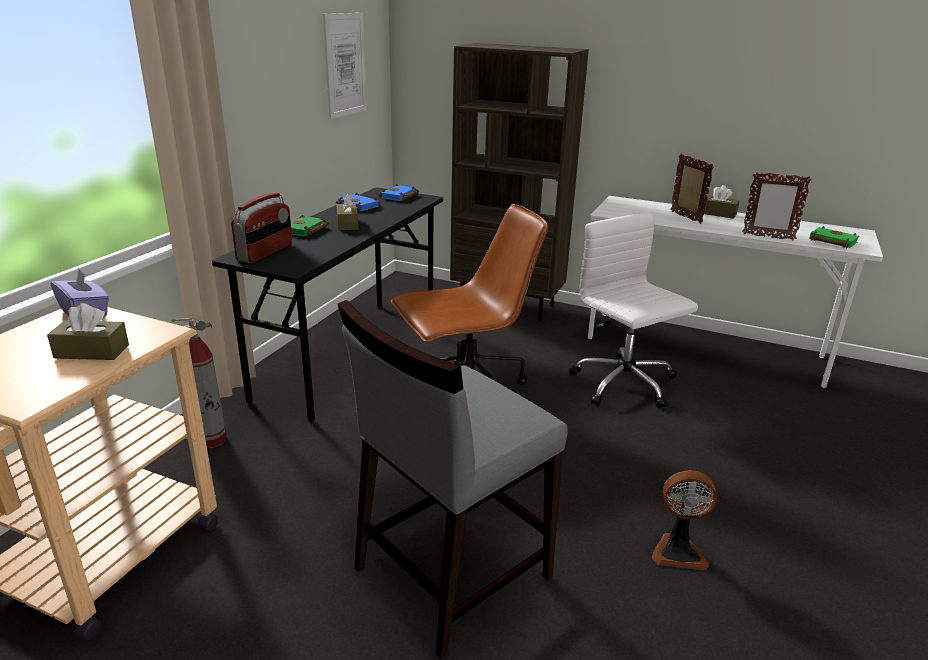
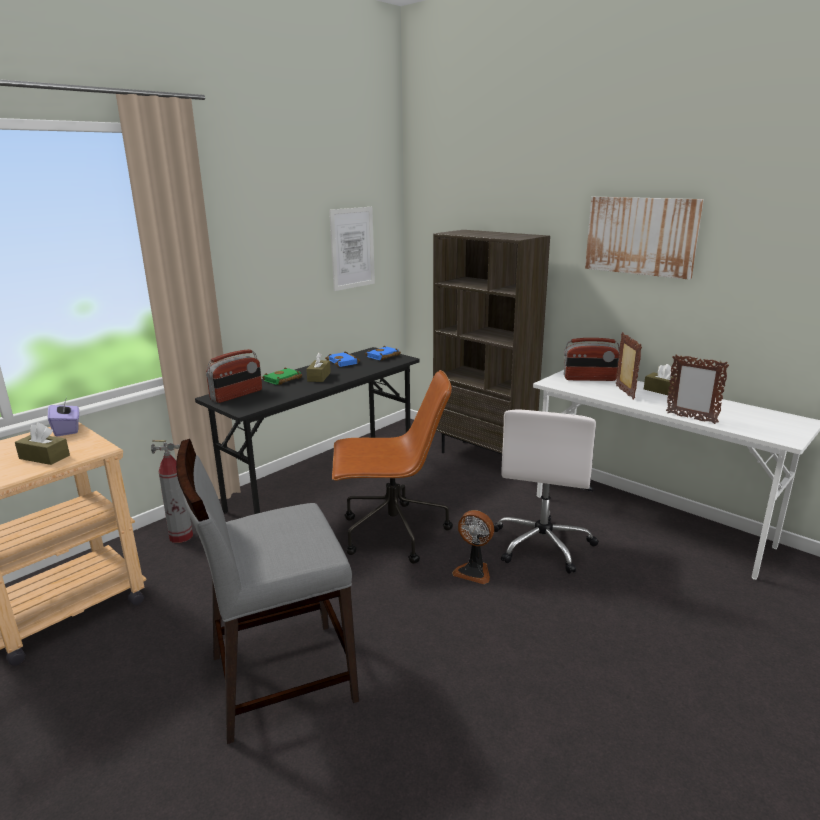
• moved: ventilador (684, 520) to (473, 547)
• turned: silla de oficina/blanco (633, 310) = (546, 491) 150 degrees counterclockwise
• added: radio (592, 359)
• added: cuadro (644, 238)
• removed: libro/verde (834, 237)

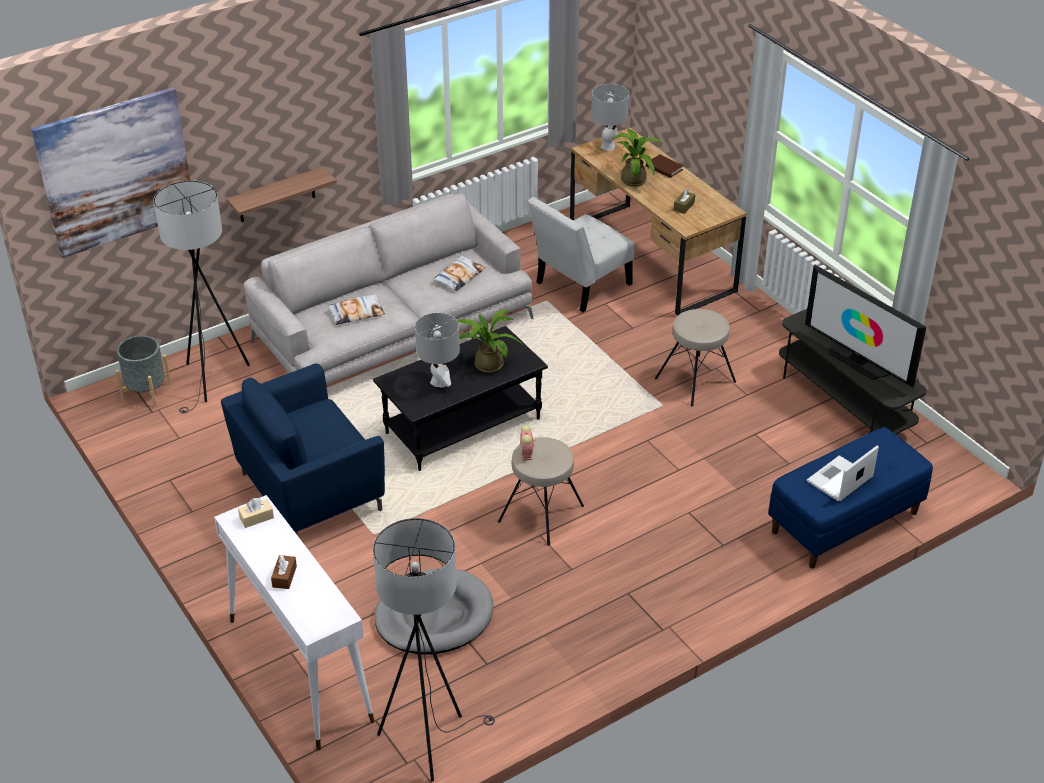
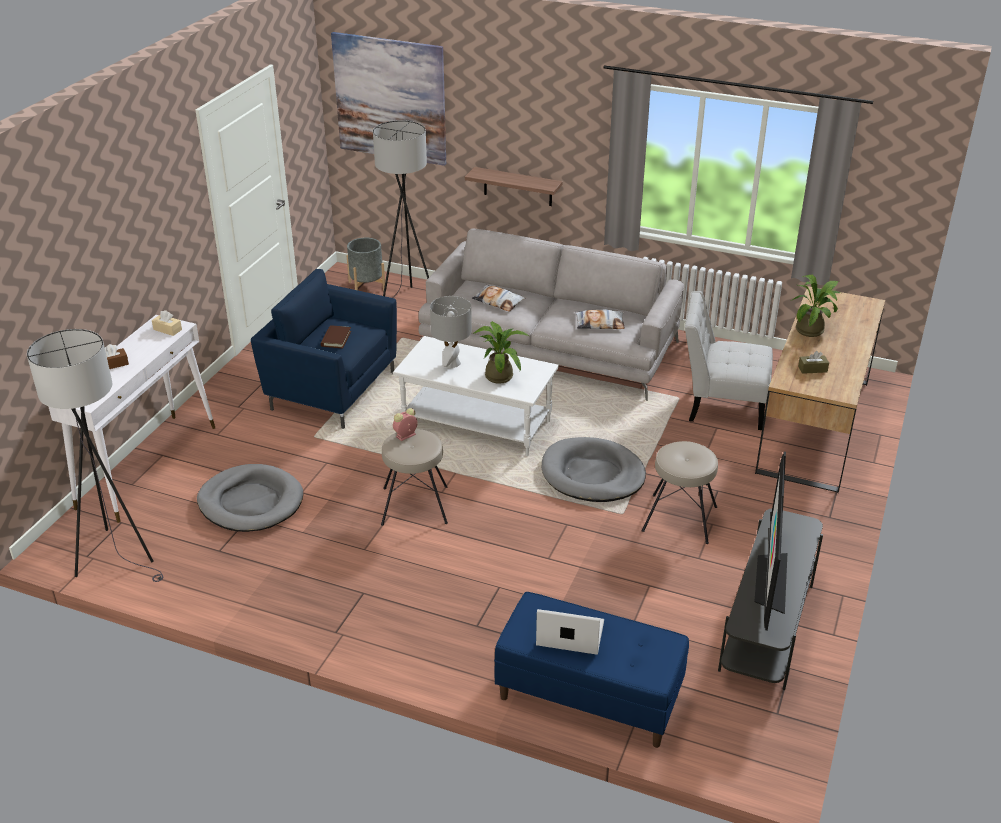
• moved: libro/marrón (664, 166) to (336, 336)
• recoloured: mesa de centro/negro (460, 398) to mesa de centro/blanco (476, 396)
• added: cama para perro/gris (594, 469)
• removed: lámpara de mesa/gris (610, 117)

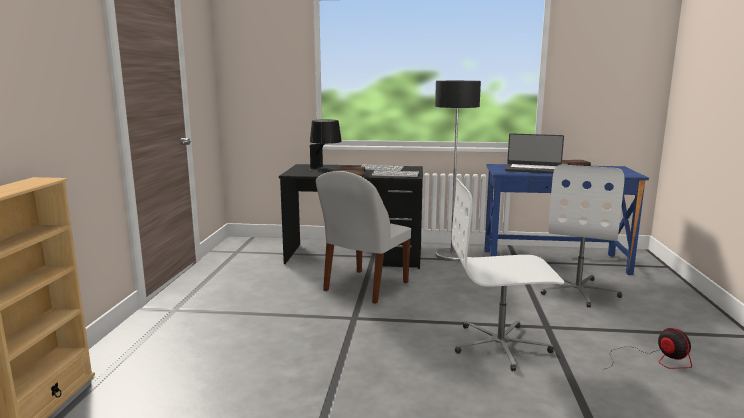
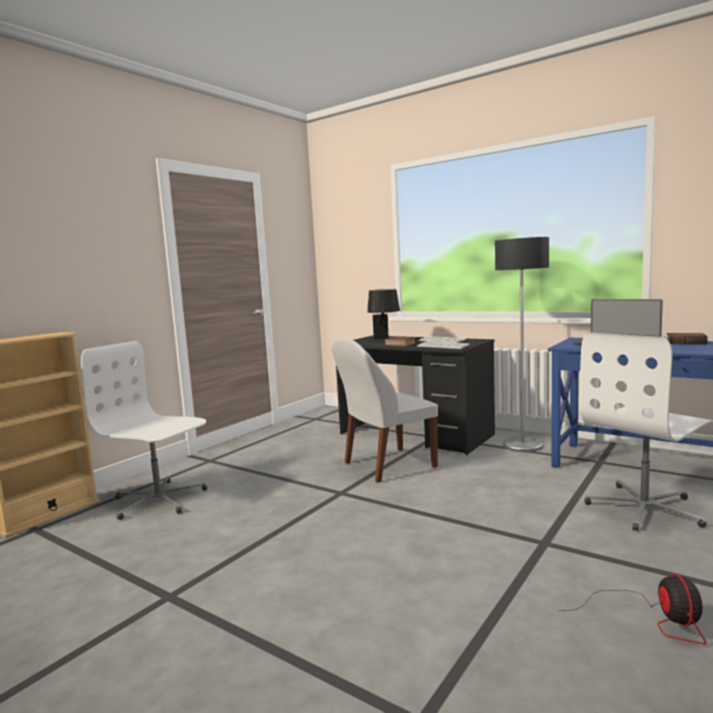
• moved: silla de oficina/blanco (508, 274) to (144, 430)

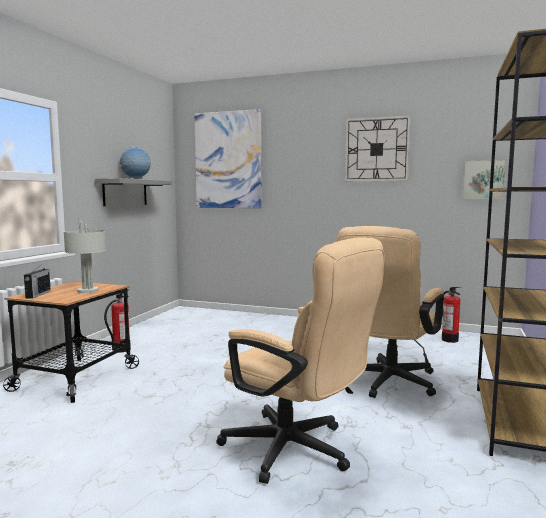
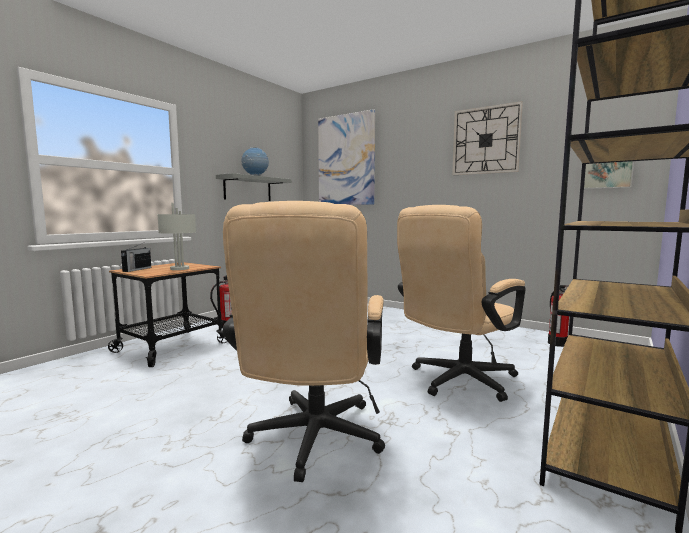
• turned: silla de oficina/beis (300, 360) = (304, 341) 45 degrees clockwise

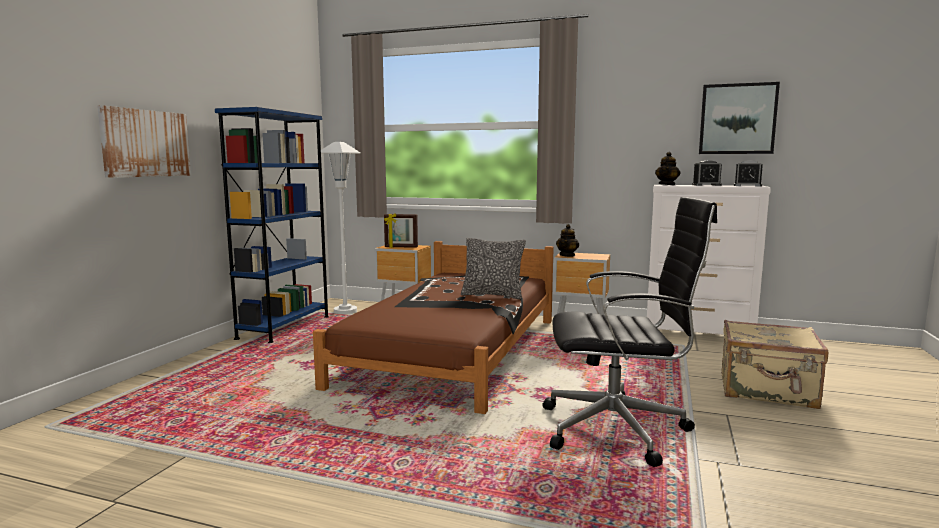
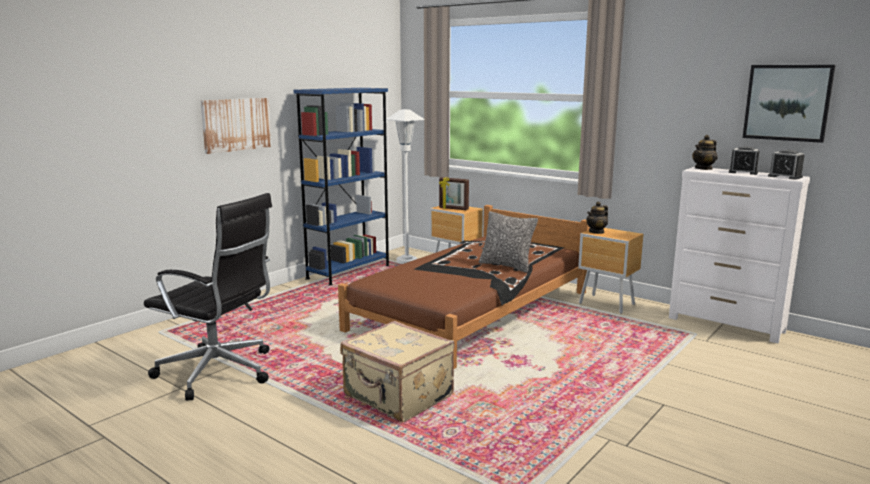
• moved: silla de oficina/negro (629, 332) to (208, 297)
• moved: maleta/beis (774, 364) to (397, 371)

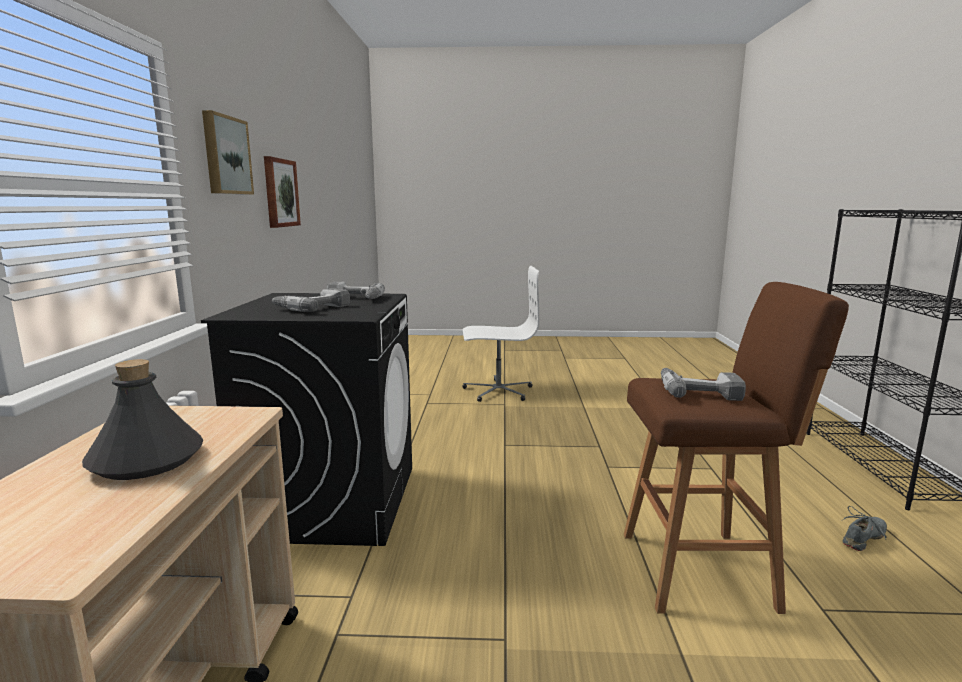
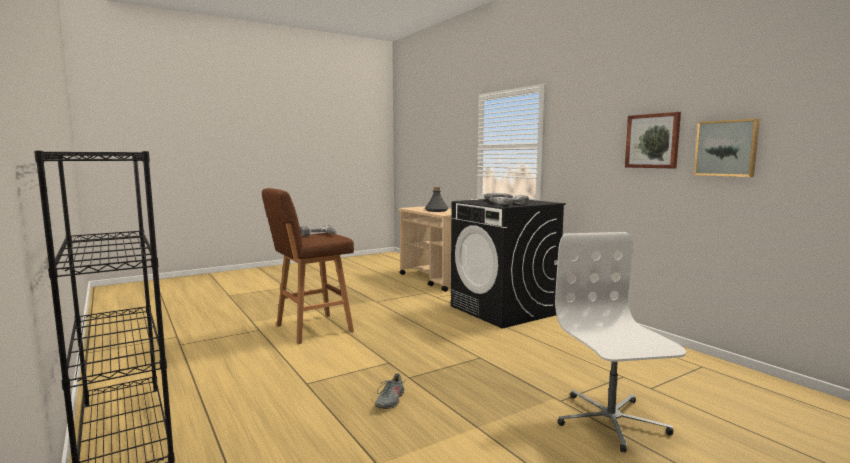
• moved: zapato/gris (864, 528) to (391, 391)
• turned: silla de oficina/blanco (500, 334) = (620, 342) 120 degrees clockwise
• moved: cuadro (228, 152) to (727, 148)

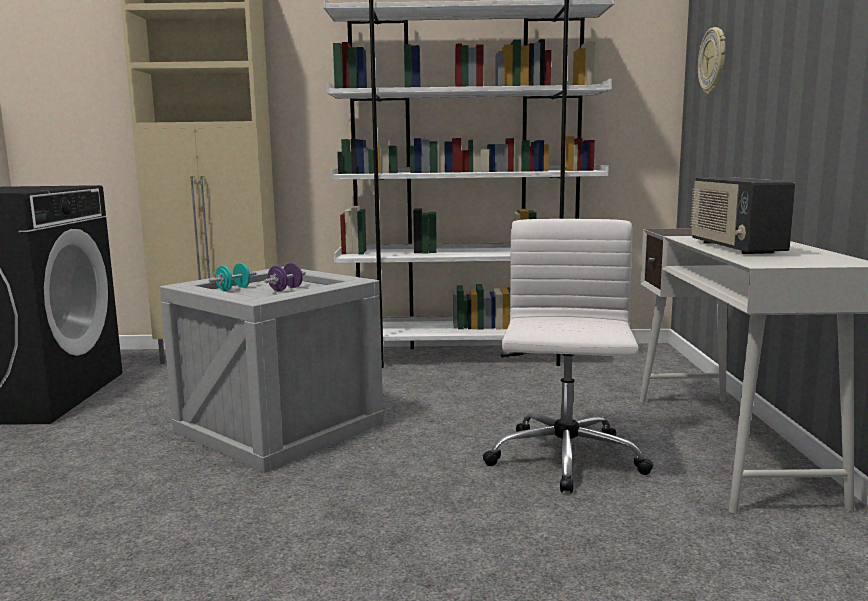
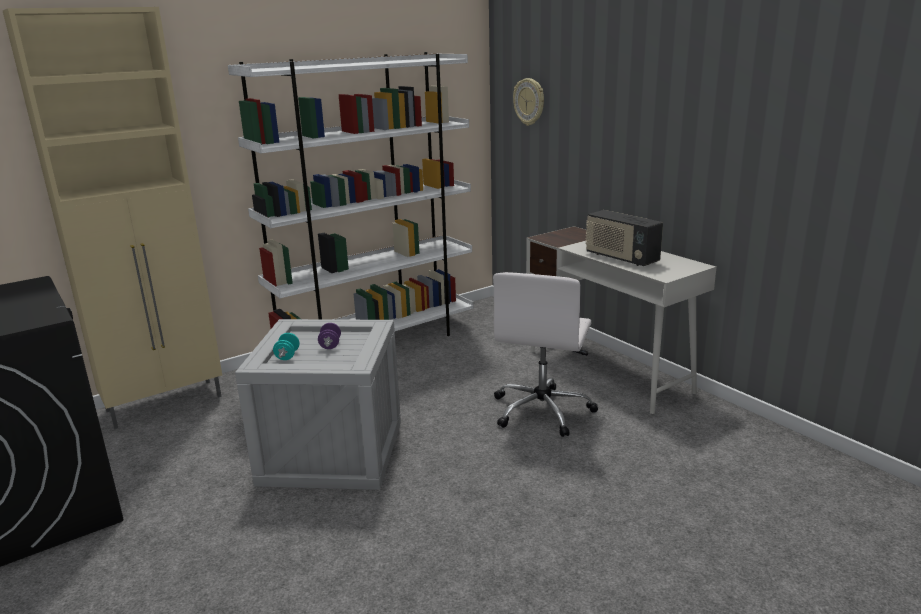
• turned: silla de oficina/blanco (568, 356) = (545, 354) 135 degrees counterclockwise

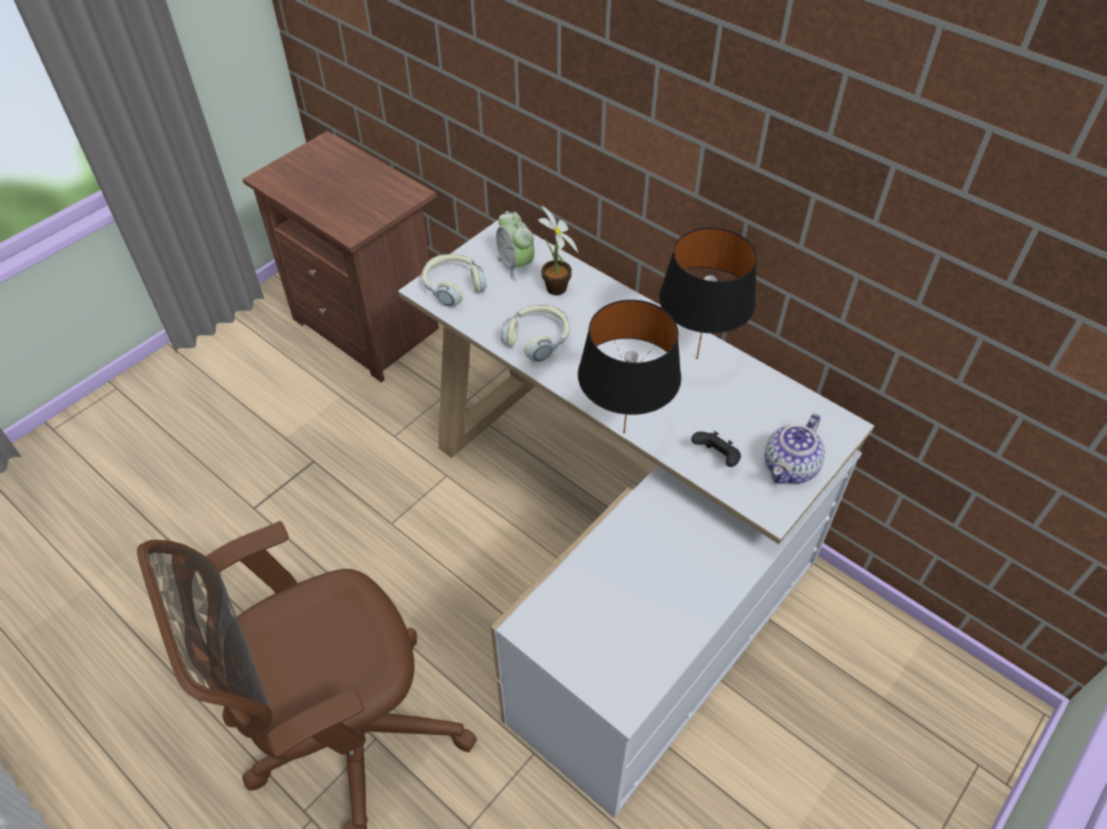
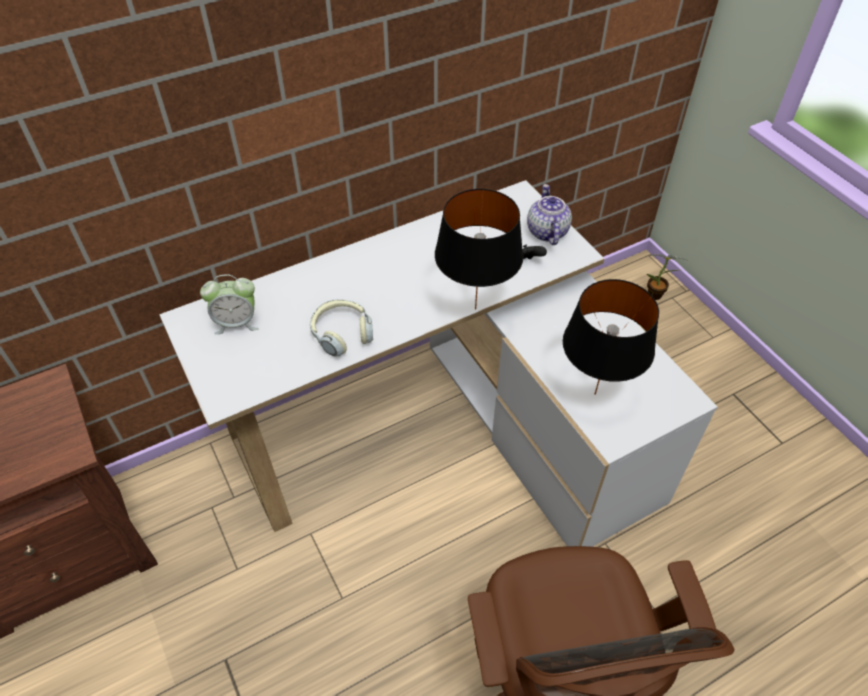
• turned: tetera (795, 449) = (549, 214) 150 degrees counterclockwise
• moved: lámpara de mesa/negro (708, 293) to (611, 337)
• moved: planta en maceta (558, 250) to (668, 277)
• removed: auriculares (454, 280)

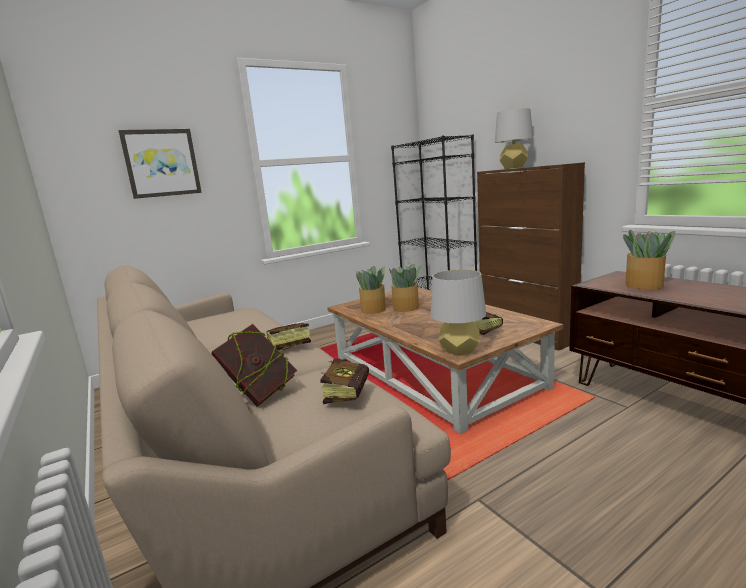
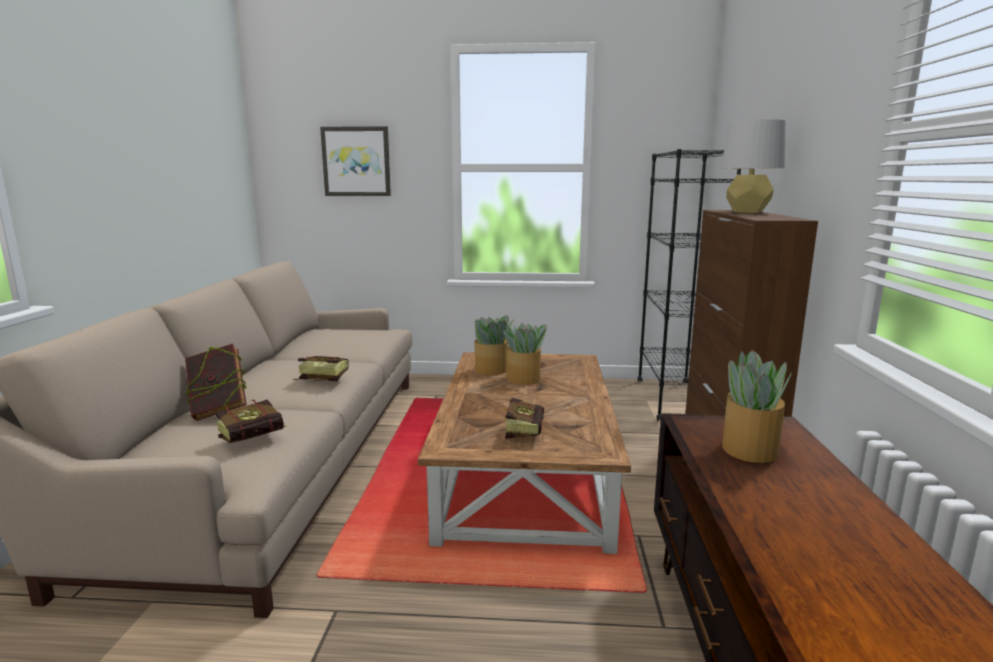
• removed: lámpara de mesa/gris (458, 312)

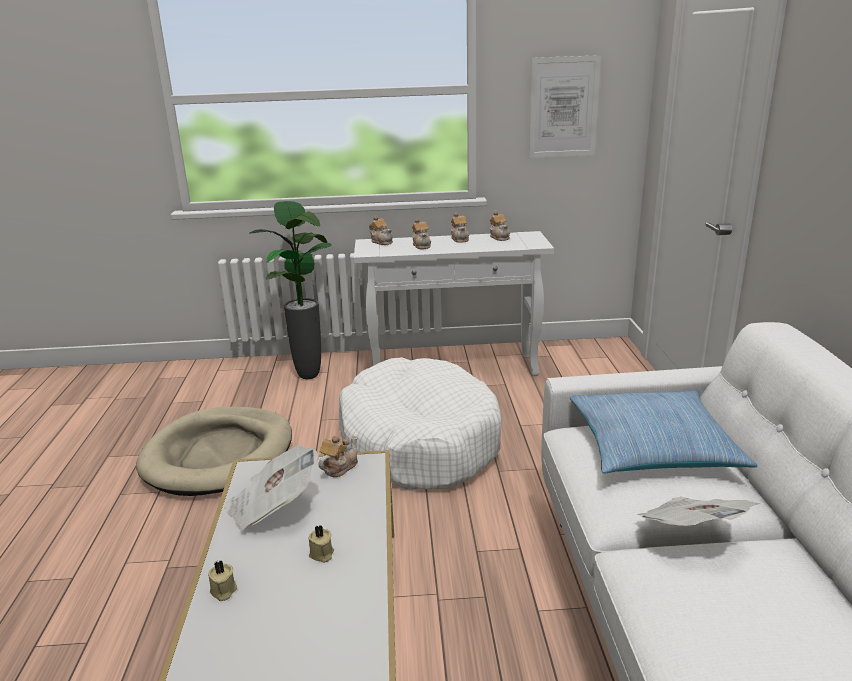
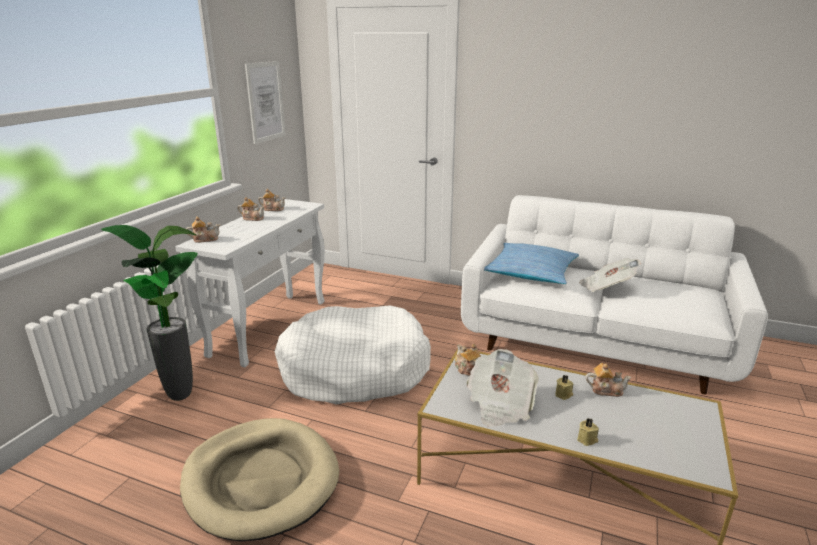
• moved: tetera (421, 233) to (609, 380)

